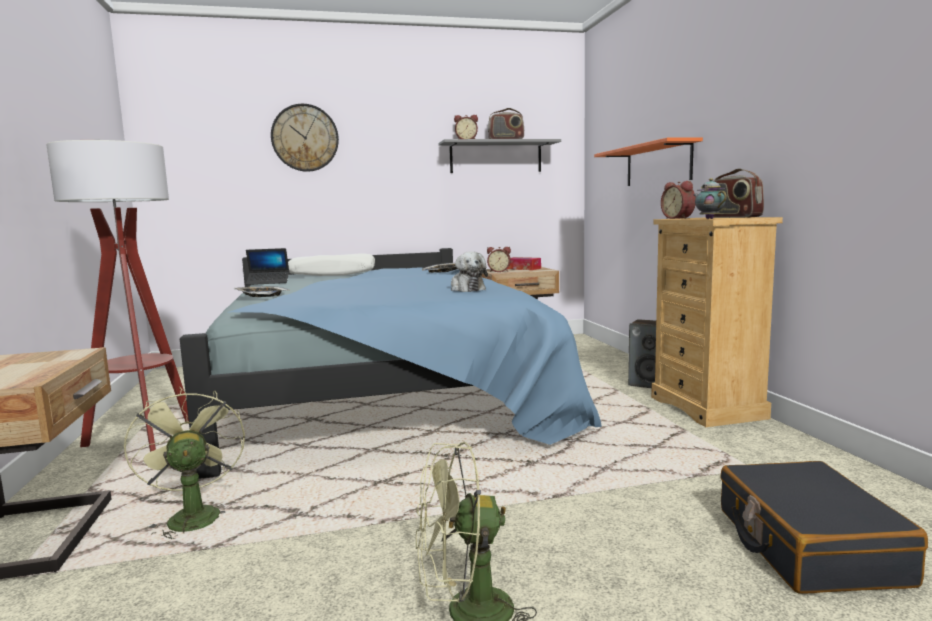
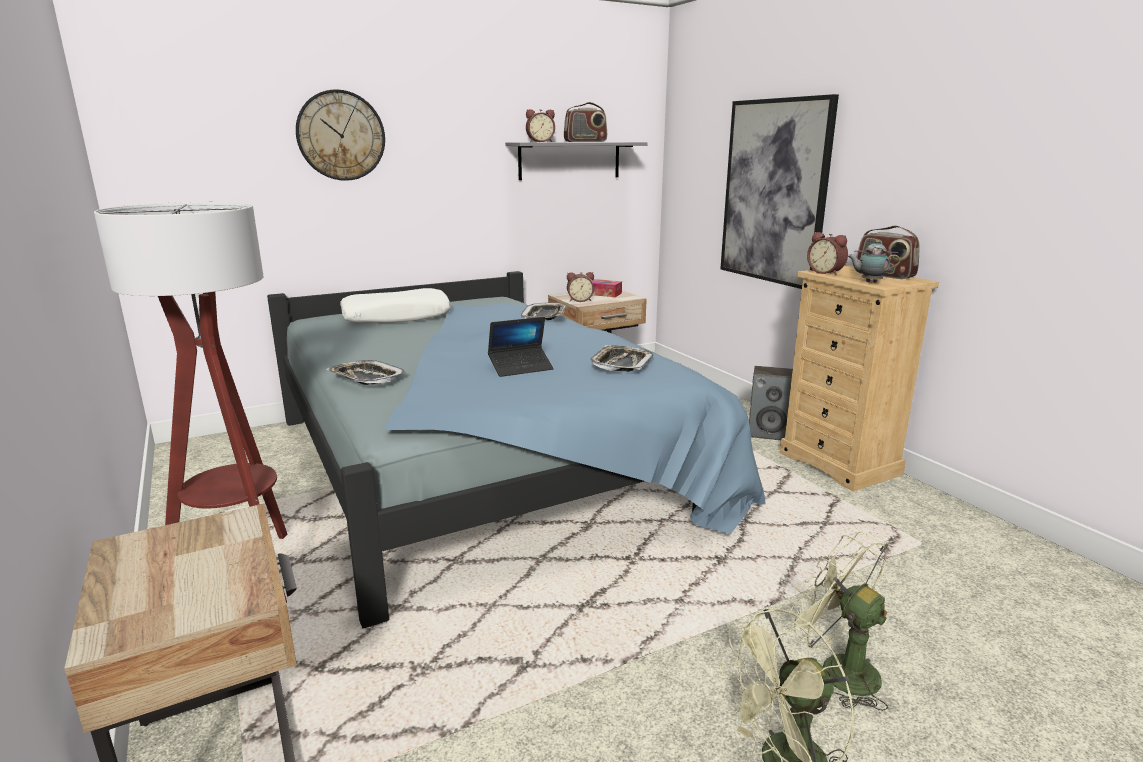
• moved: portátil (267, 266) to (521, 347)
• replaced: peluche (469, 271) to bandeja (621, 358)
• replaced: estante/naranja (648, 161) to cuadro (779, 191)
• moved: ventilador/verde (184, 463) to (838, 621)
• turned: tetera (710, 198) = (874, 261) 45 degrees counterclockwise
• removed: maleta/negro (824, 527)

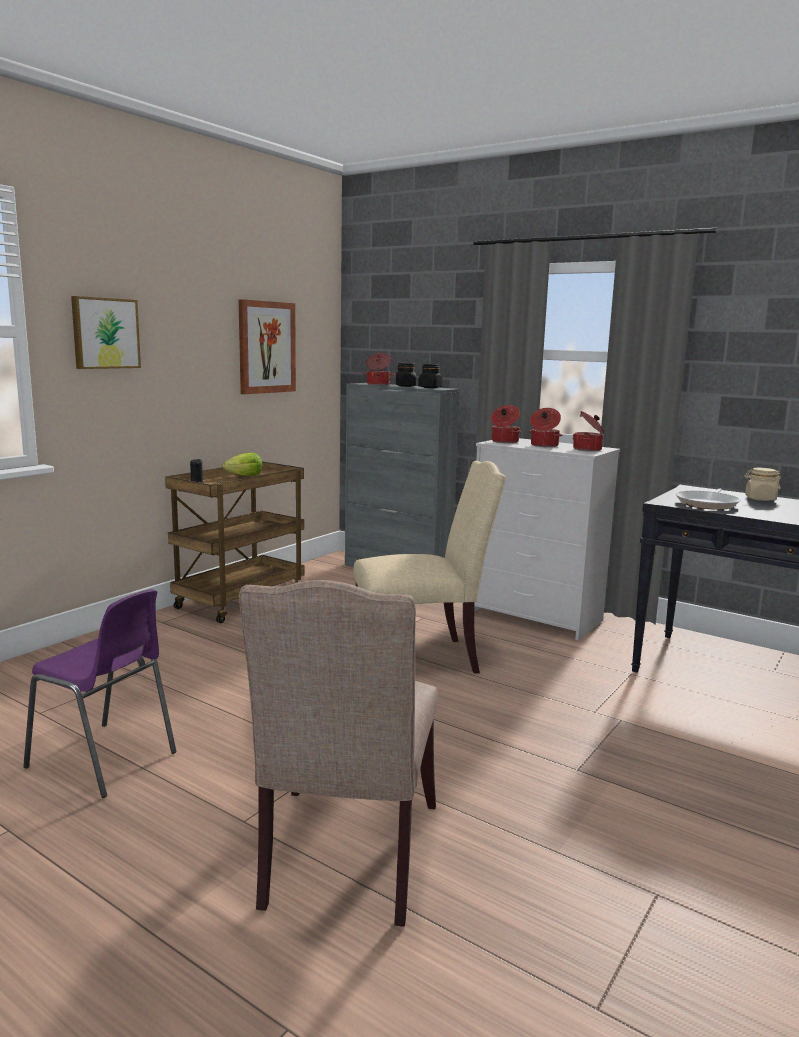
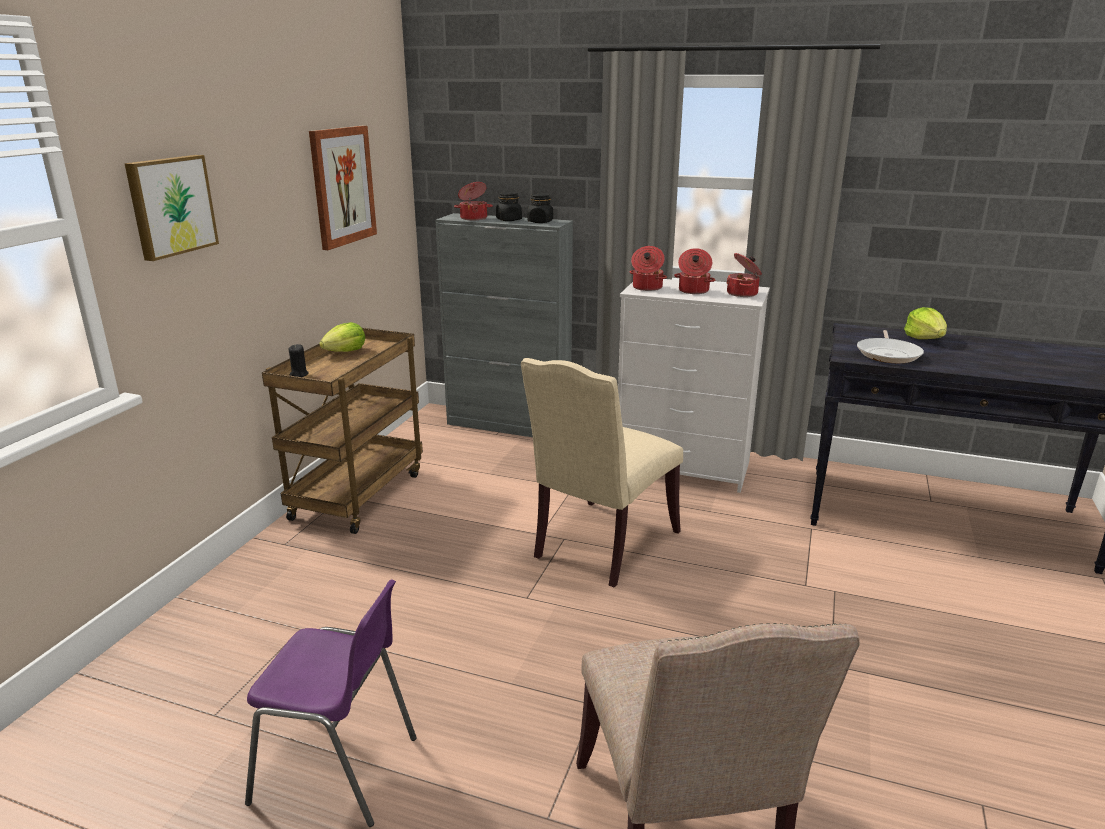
• turned: silla/beis (429, 567) = (602, 472) 150 degrees clockwise
• replaced: tarro/beis (762, 484) to lechuga (925, 323)

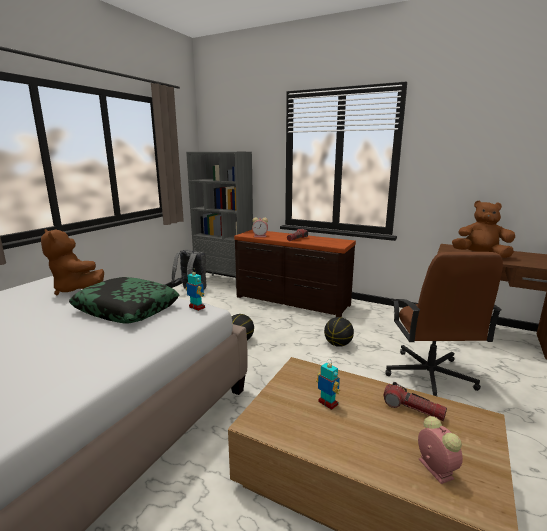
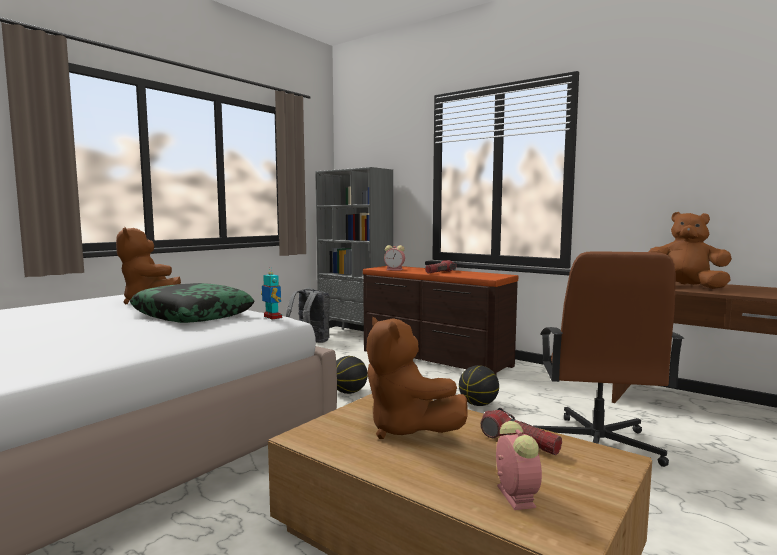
• replaced: robot de juguete (328, 386) to peluche/marrón (416, 378)

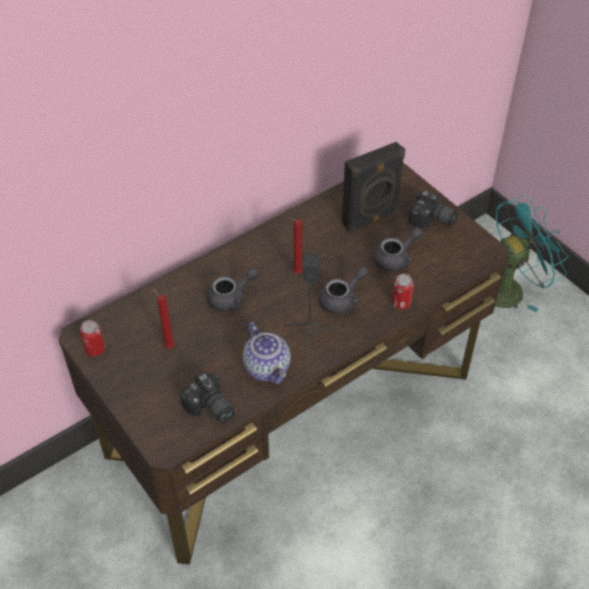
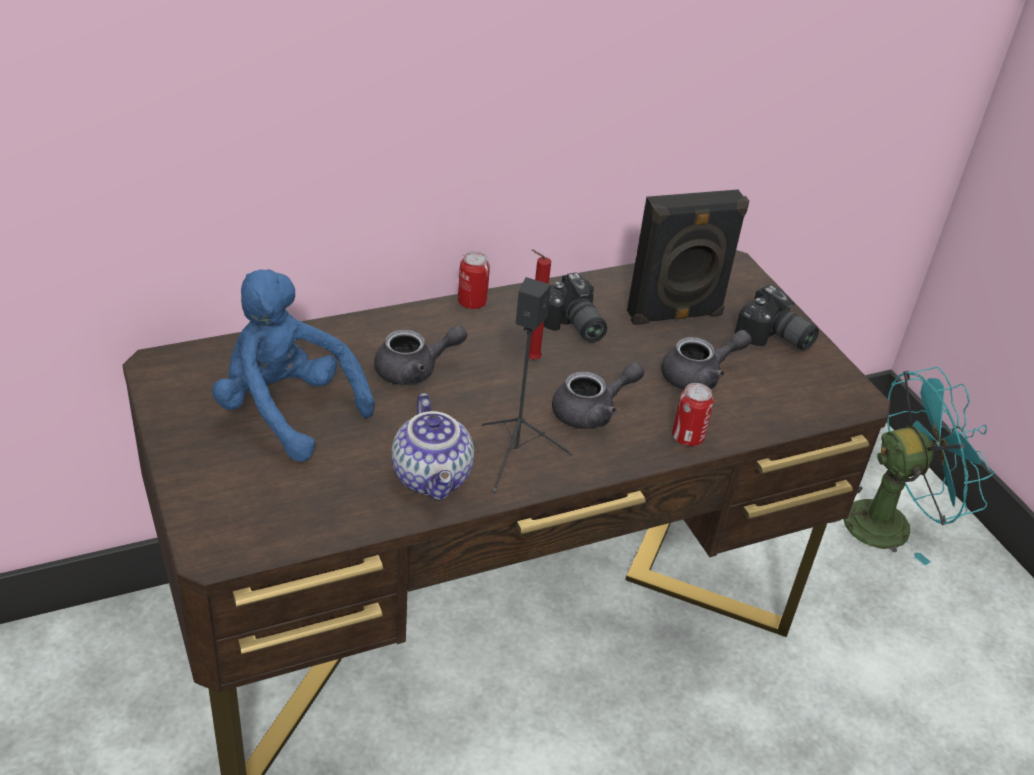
• replaced: vela/rojo (163, 318) to peluche/azul (293, 365)
• moved: lata (92, 338) to (474, 280)
• moved: cámara (207, 397) to (575, 307)

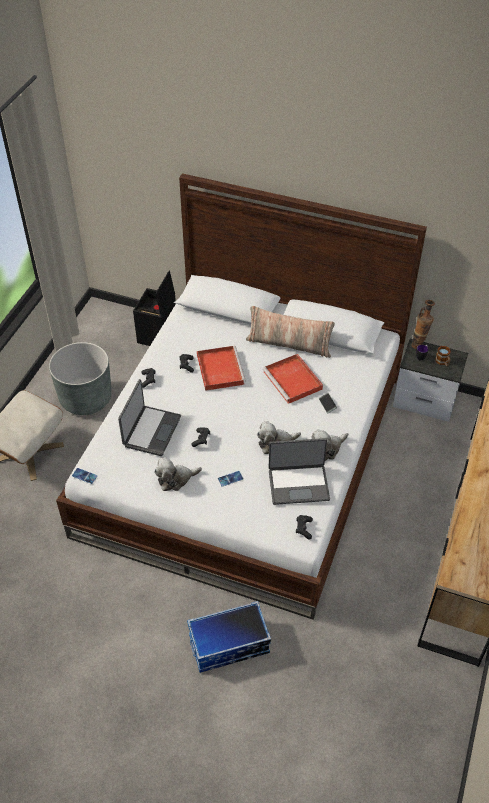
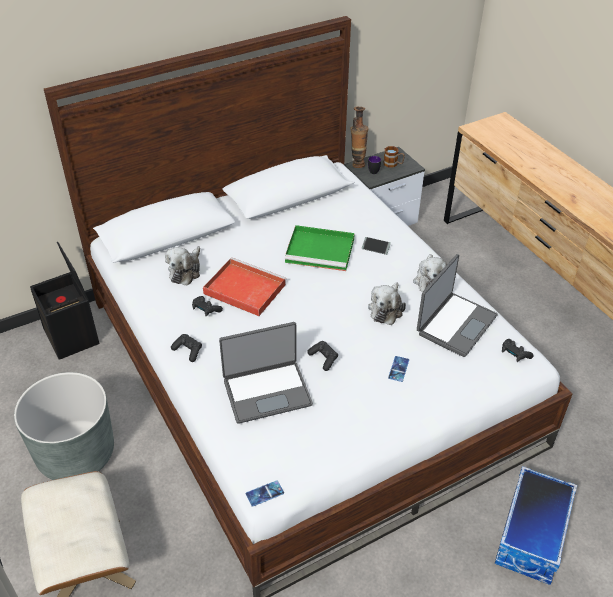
• moved: peluche (178, 474) to (182, 266)
• turned: portátil (149, 417) = (266, 373) 105 degrees clockwise
• recoloured: bandeja/rojo (293, 379) to bandeja/verde (320, 248)
• removed: cojín (290, 332)

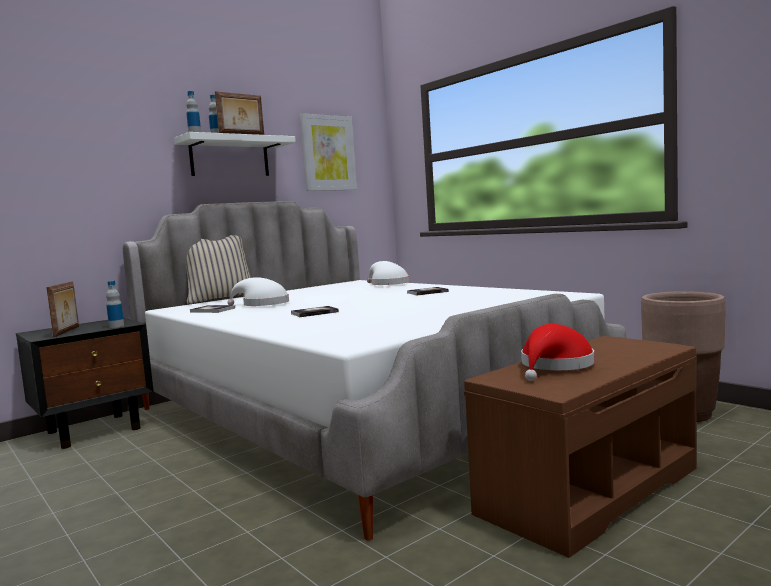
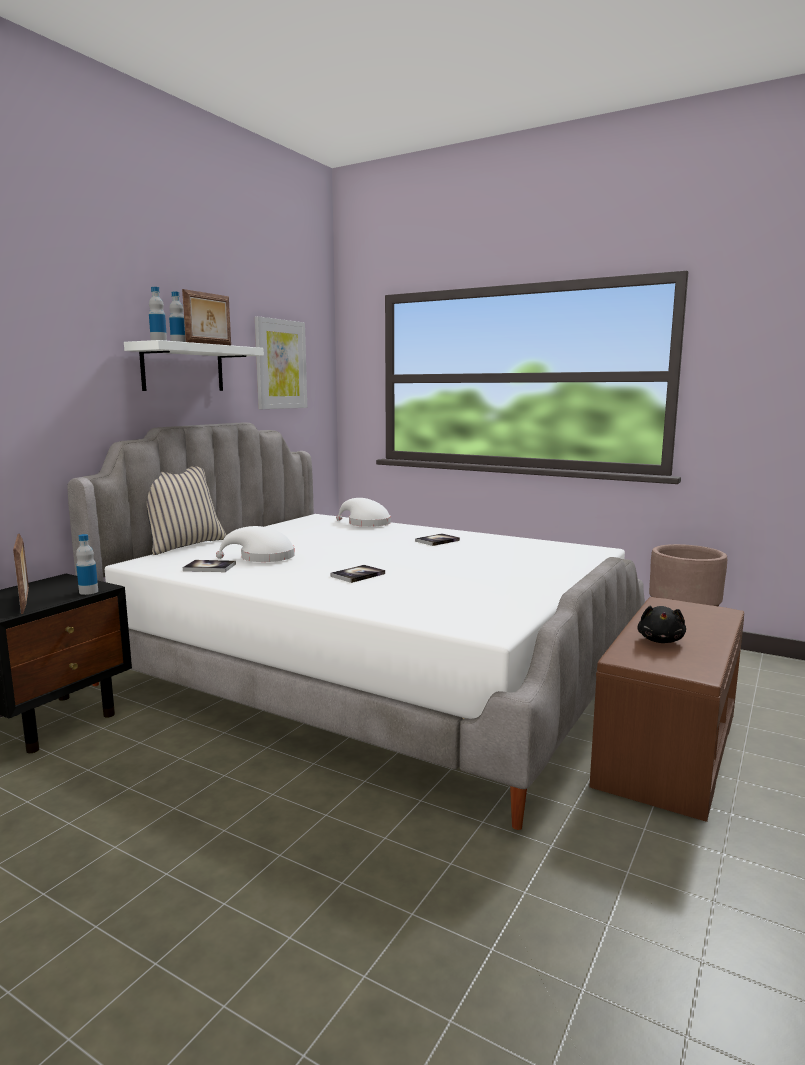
• replaced: sombrero/rojo (557, 352) to peluche/negro (661, 624)

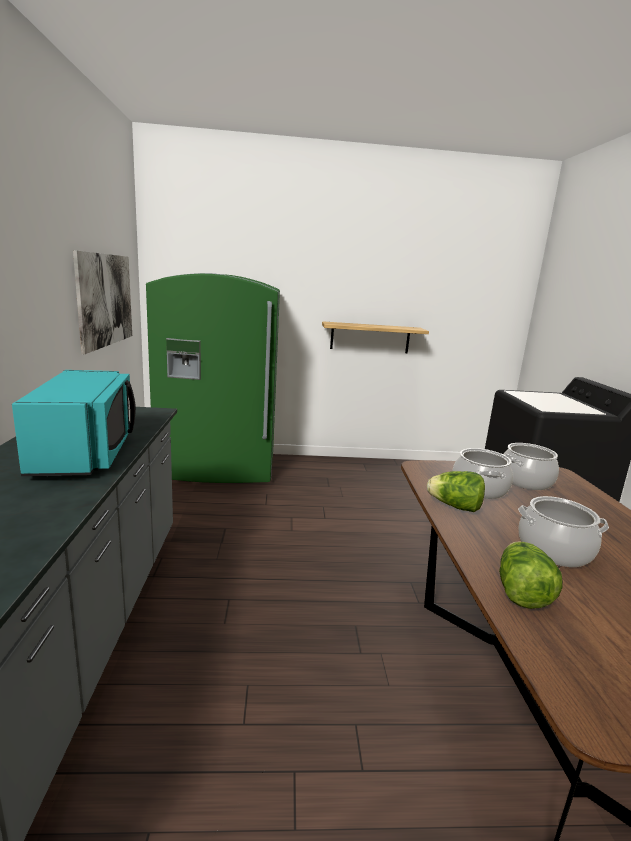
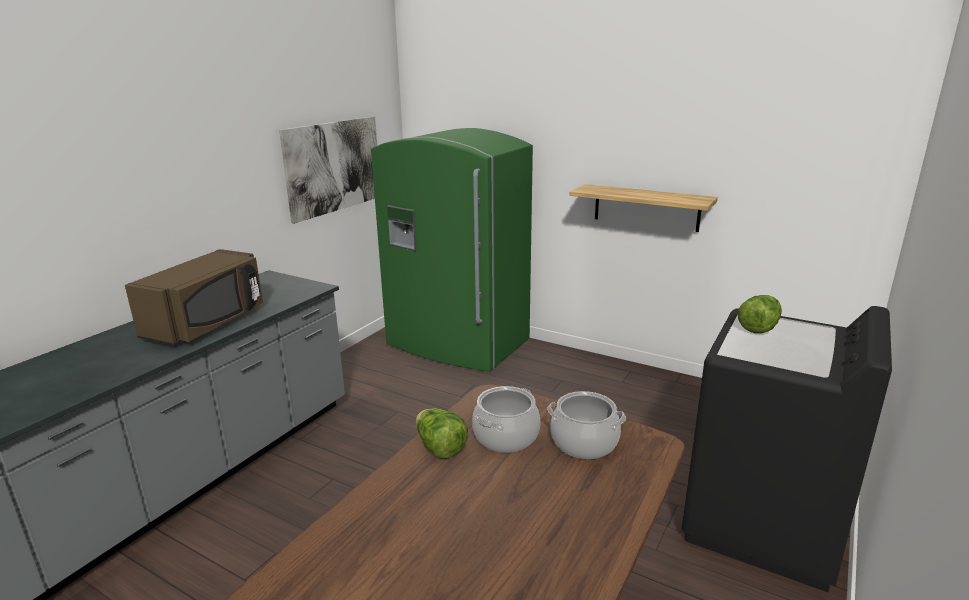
• recoloured: microondas/turquesa (74, 423) to microondas/marrón (194, 297)
• moved: lechuga (531, 575) to (759, 314)
• removed: olla (563, 531)

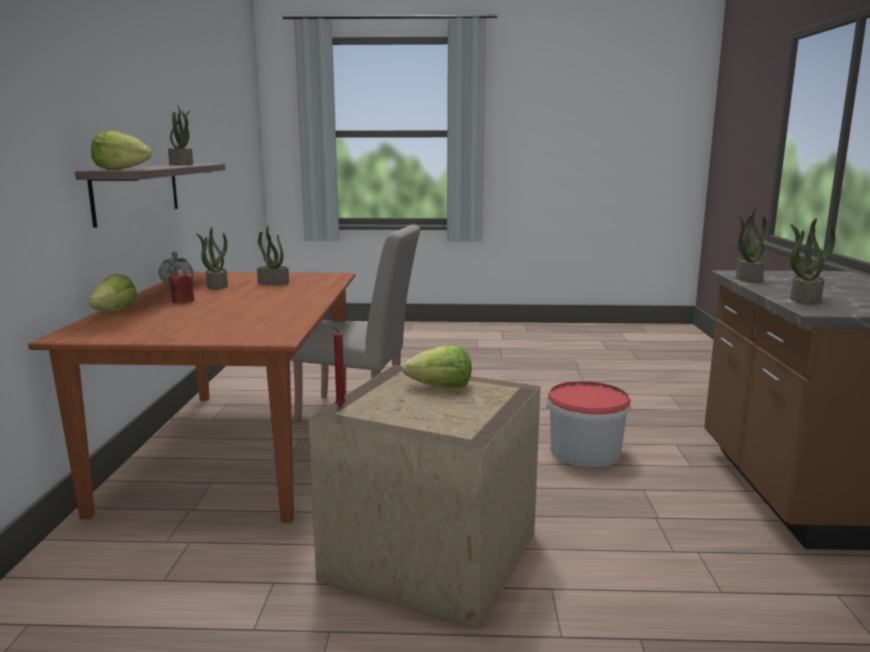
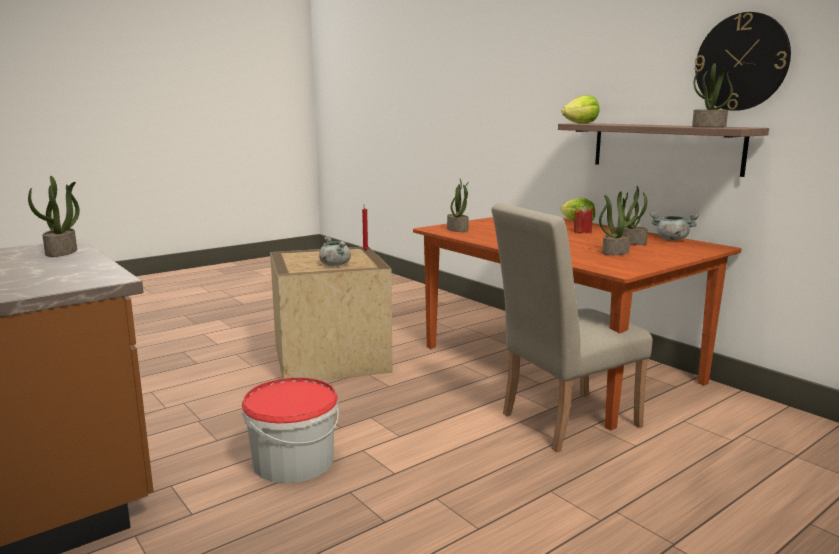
• replaced: lechuga (437, 366) to olla/gris (335, 251)
• moved: planta en maceta (751, 245) to (458, 205)
• added: reloj de pared (742, 61)

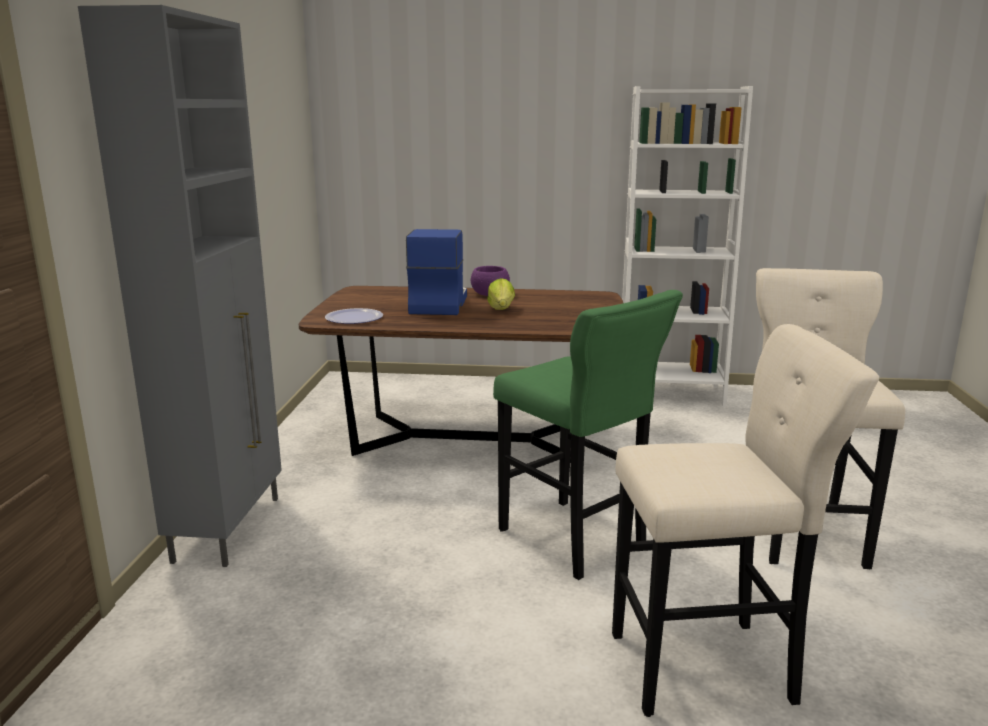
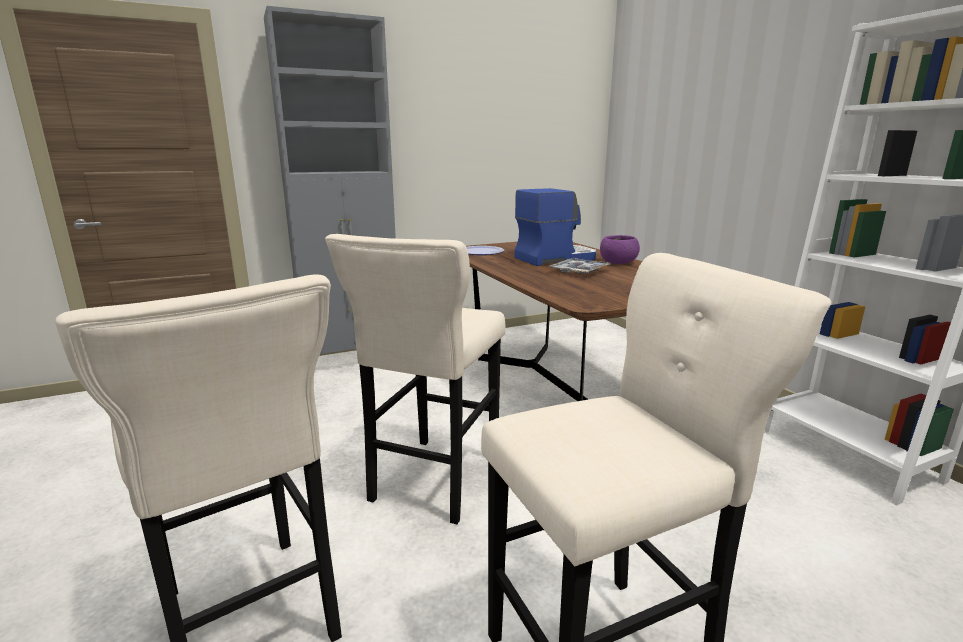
• recoloured: taburete/verde (588, 435) to taburete/beis (415, 379)
• replaced: lechuga (501, 294) to bandeja (580, 266)

